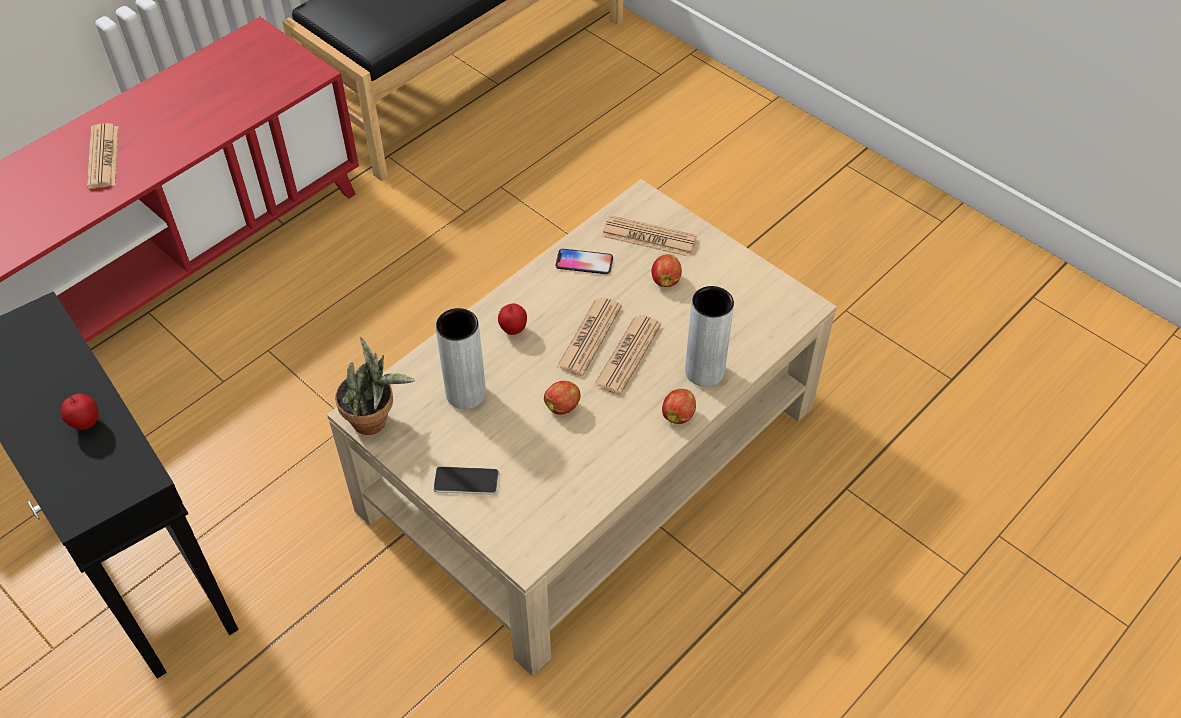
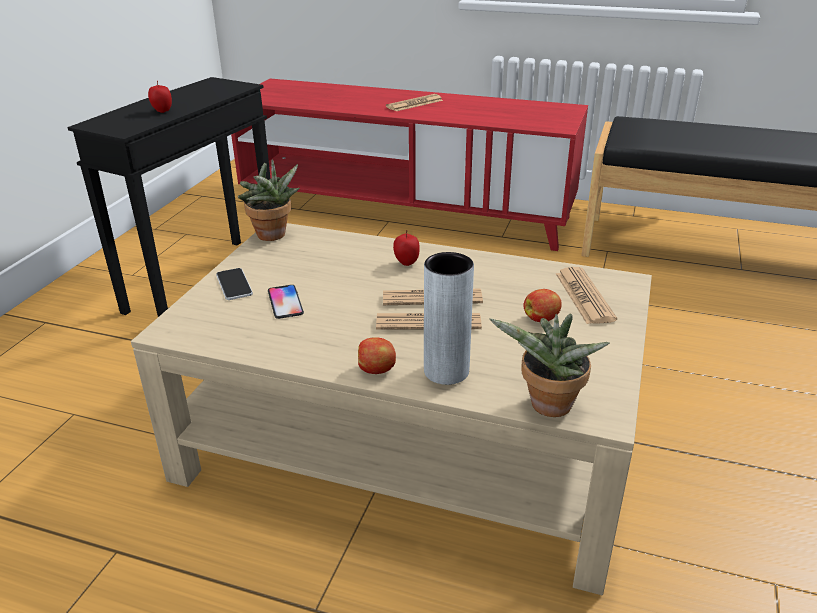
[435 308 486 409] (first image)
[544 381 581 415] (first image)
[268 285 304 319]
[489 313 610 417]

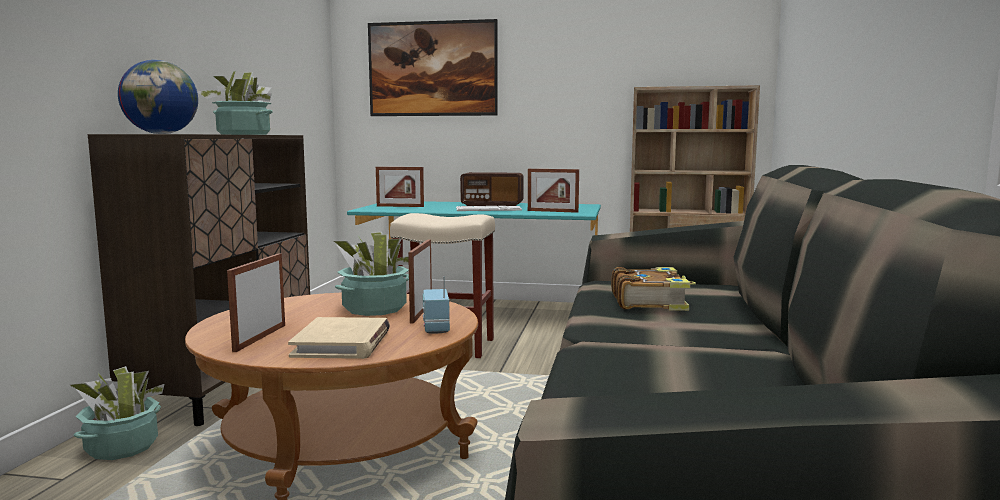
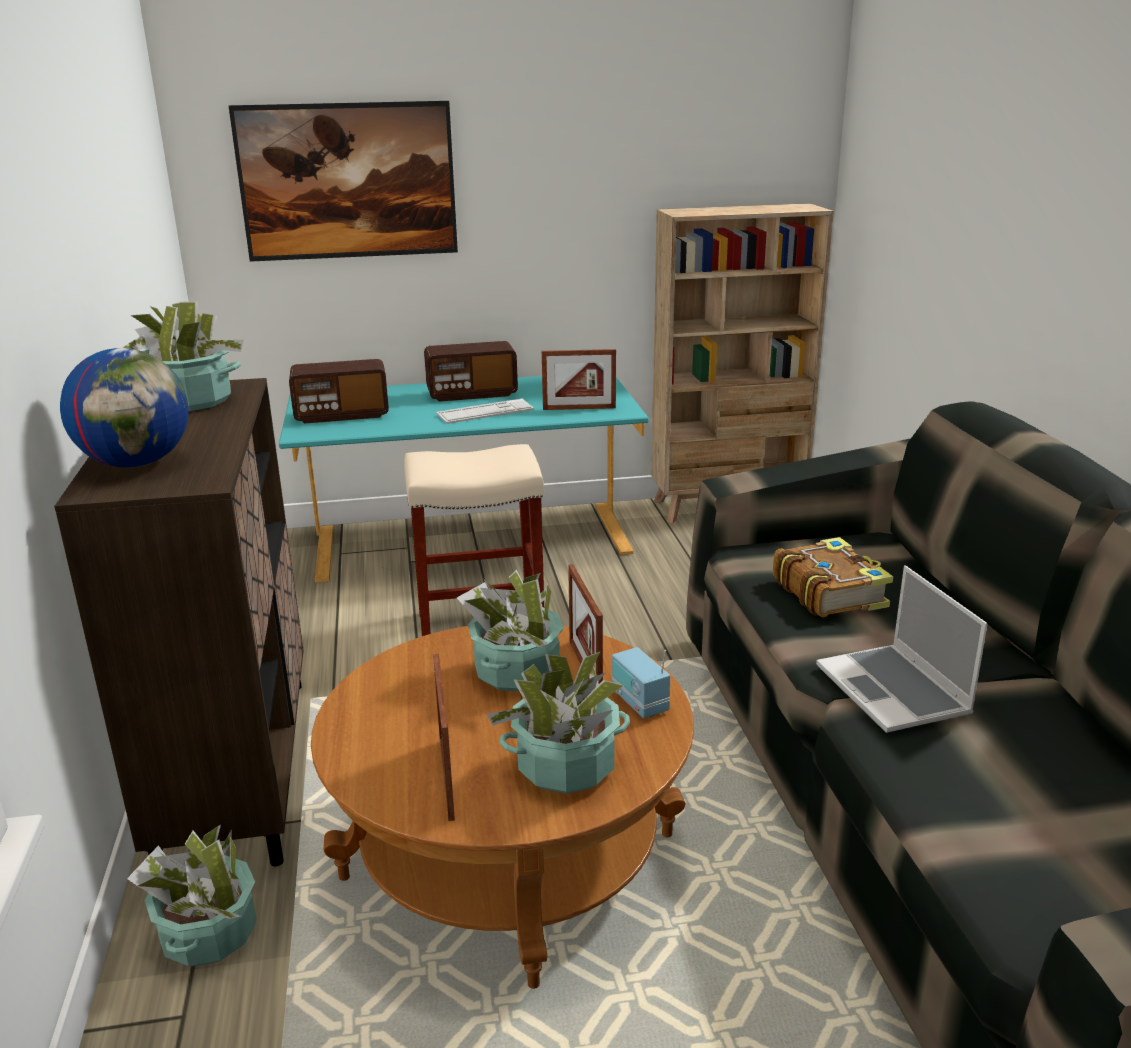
[487 652 630 794]
[289 359 389 424]
[816 566 988 733]

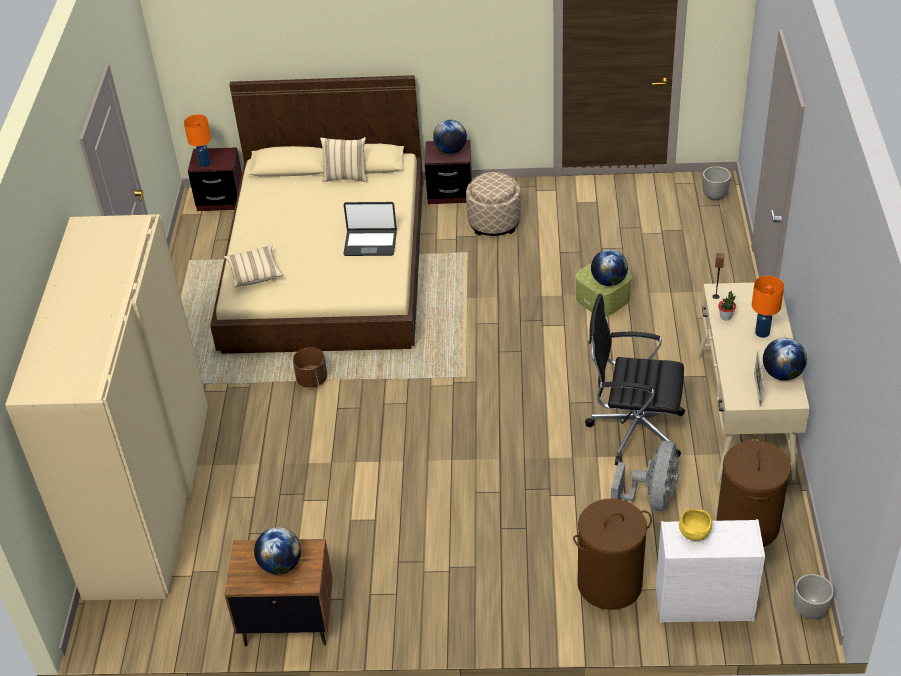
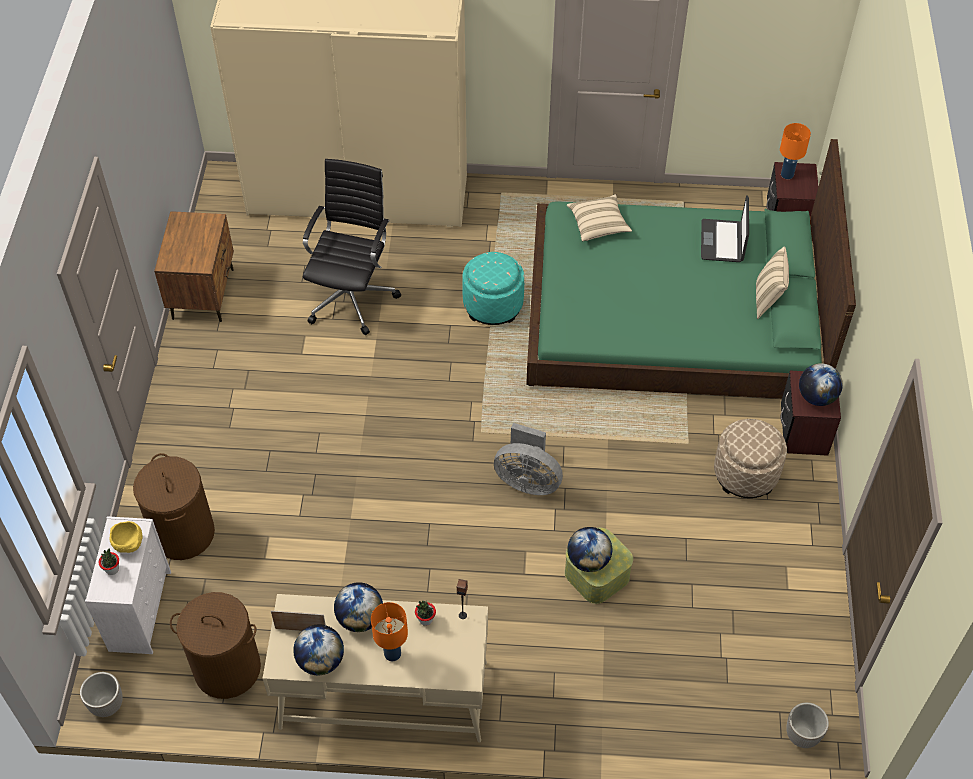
[526 139 856 399]
[334 582 383 632]
[462 252 524 325]
[701 195 749 262]
[303 159 401 335]
[494 423 563 495]
[99 548 119 575]

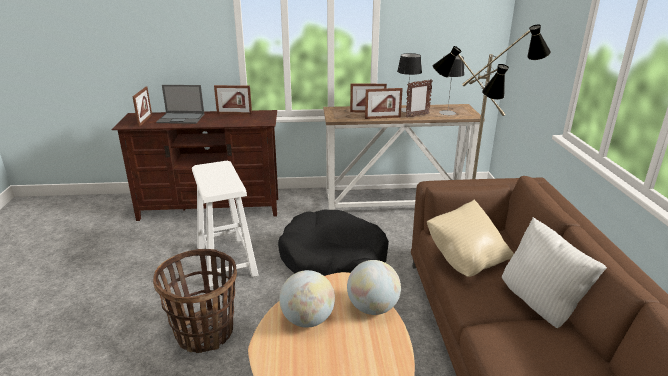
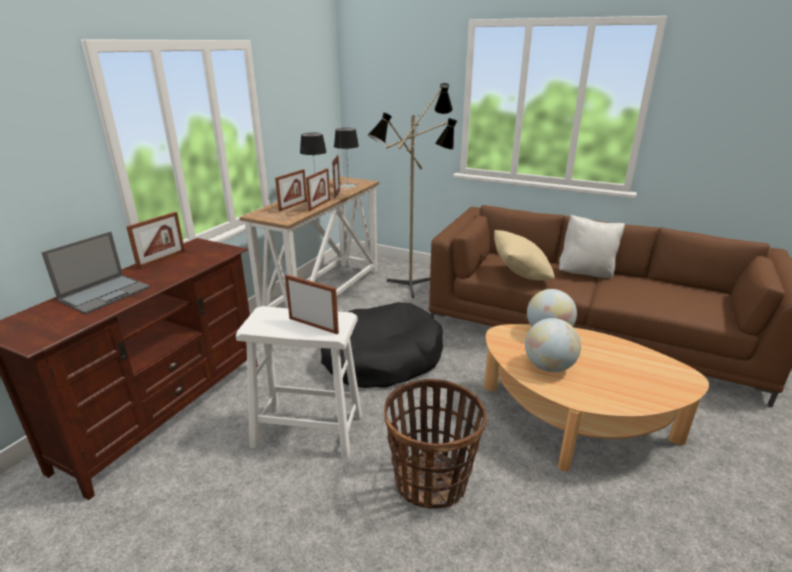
[285 274 339 334]

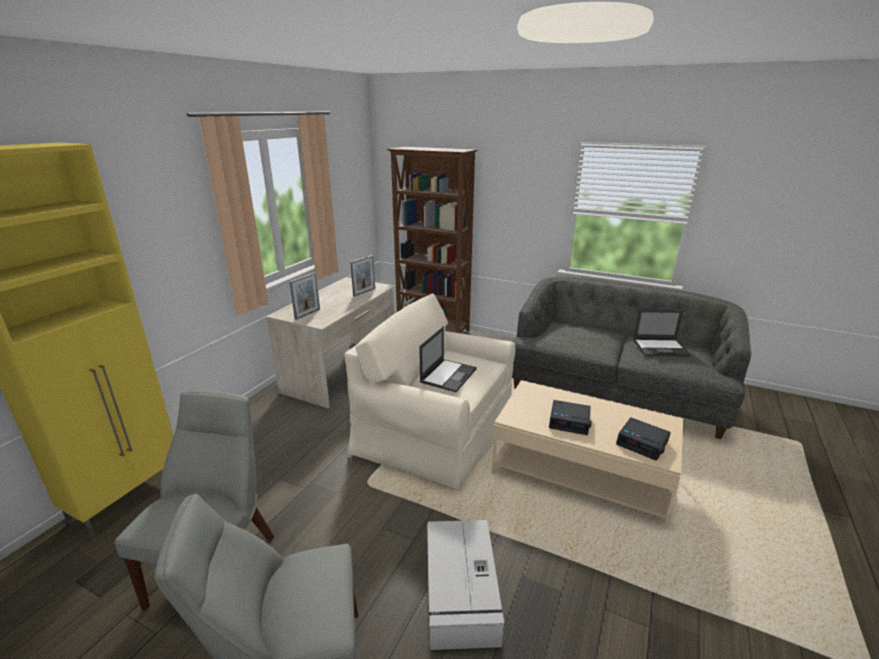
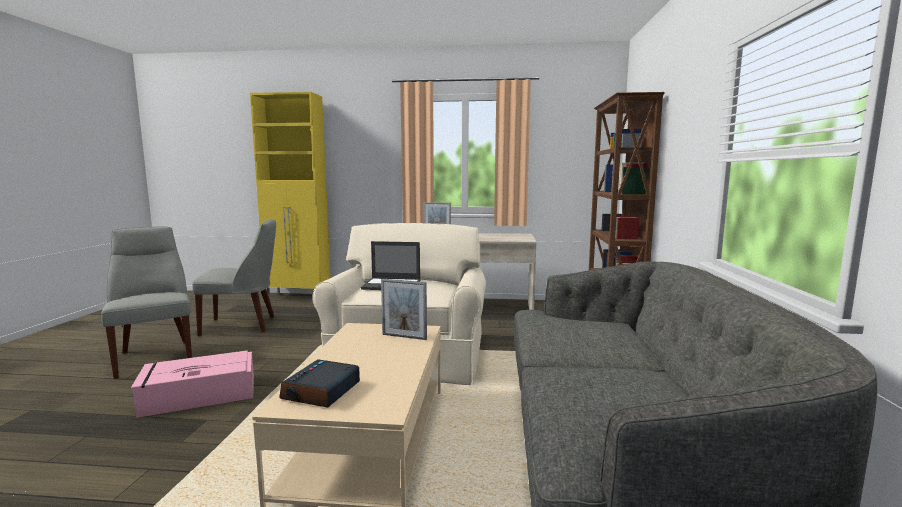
[381 279 427 340]
[131 350 254 418]
[549 400 592 435] (first image)
[633 309 691 357] (first image)

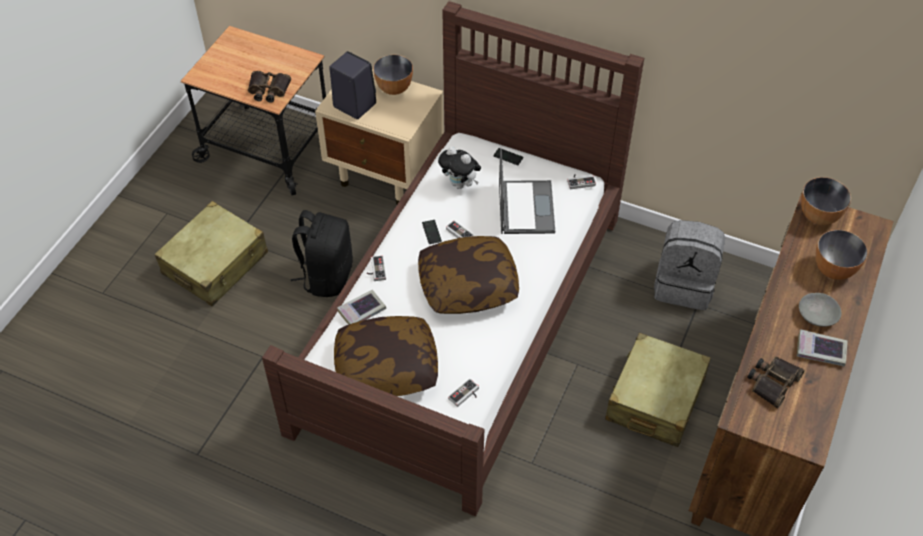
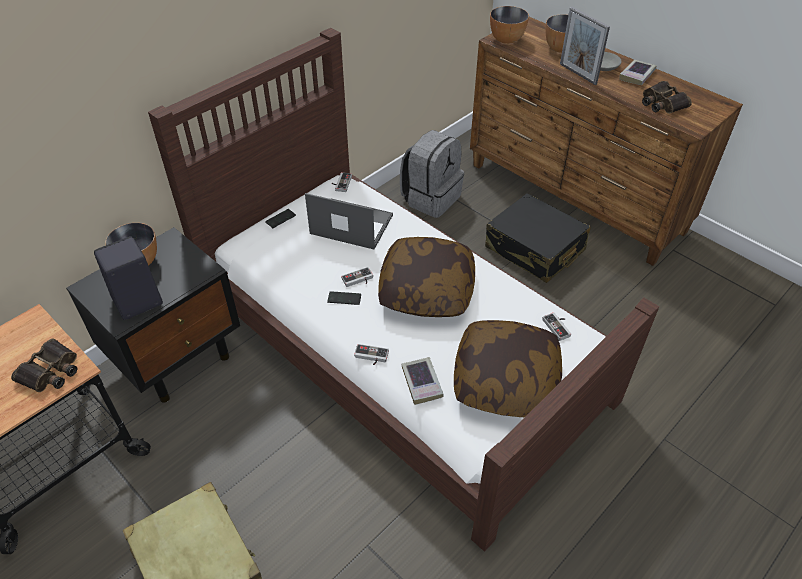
[291 210 353 297] (first image)
[66 227 240 403]
[438 146 481 189] (first image)
[485 193 591 283]
[560 7 610 85]

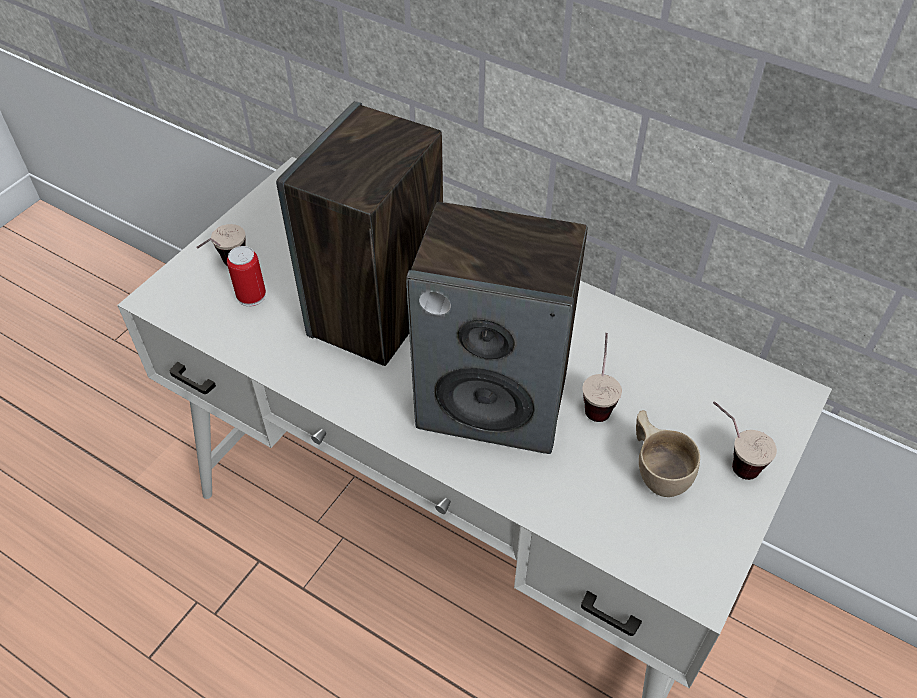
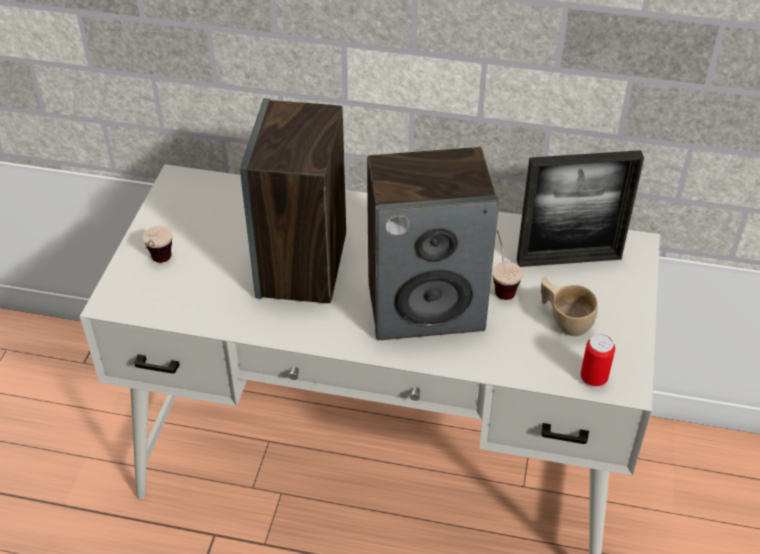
[580 334 615 389]
[713 401 777 480] (first image)
[517 150 644 267]

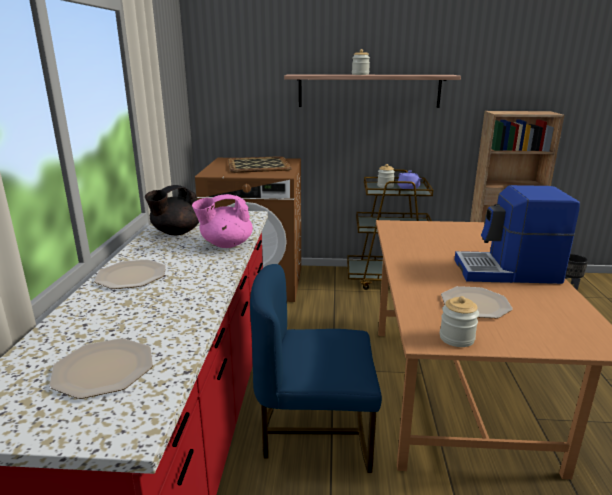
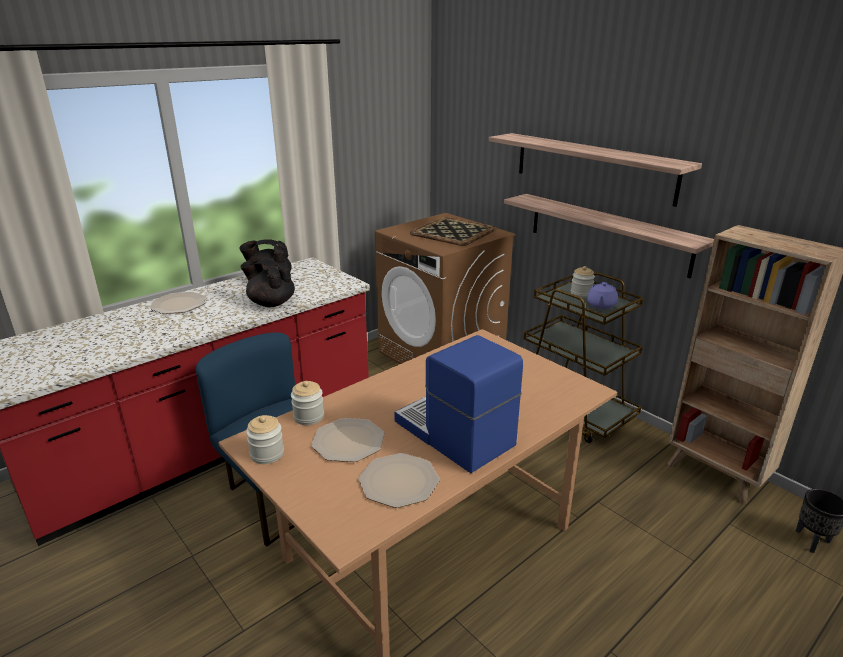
[359 453 440 508]
[241 258 295 307]
[291 381 324 425]
[504 194 714 278]

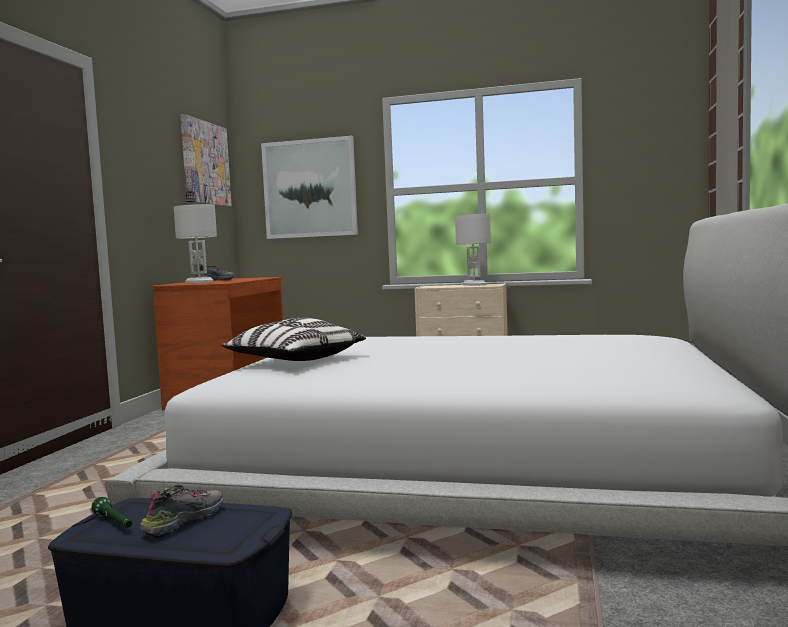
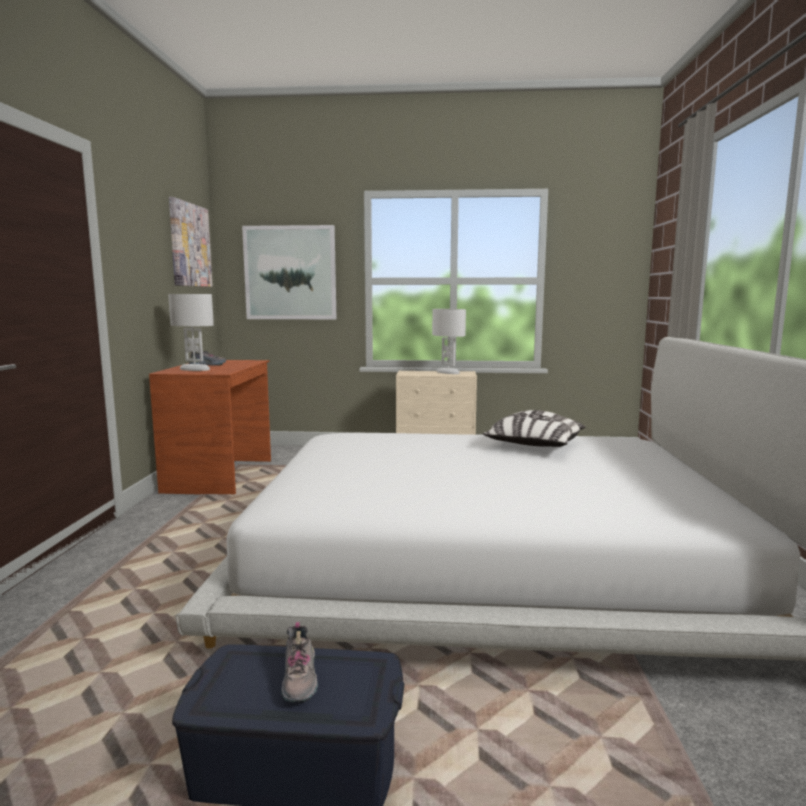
[91 497 132 528] (first image)
[281 622 318 703]
[482 410 586 447]

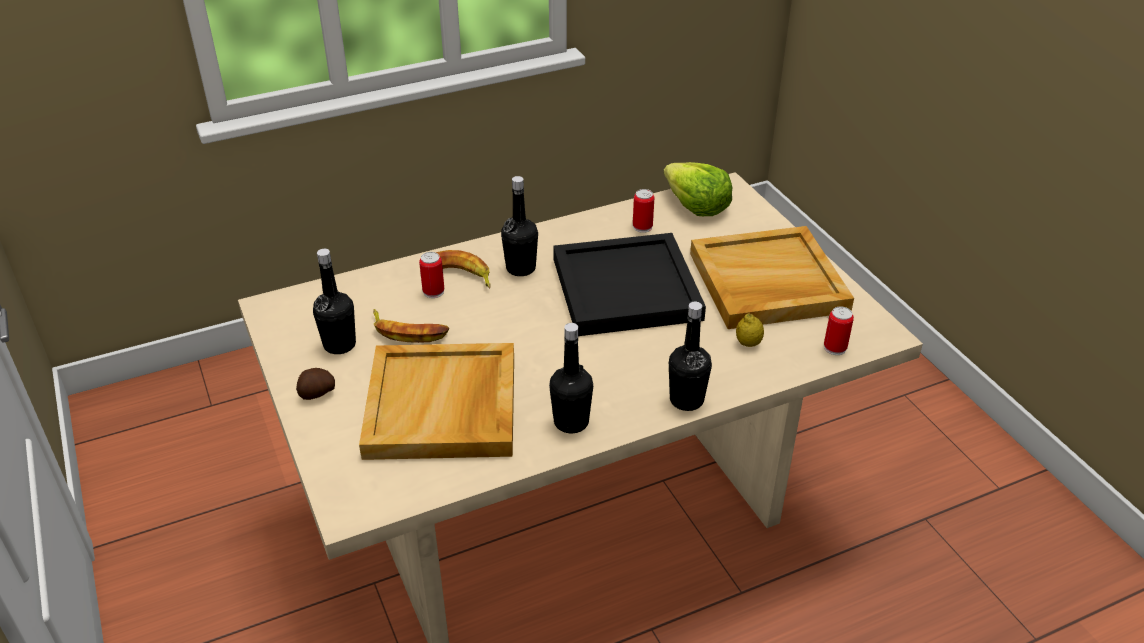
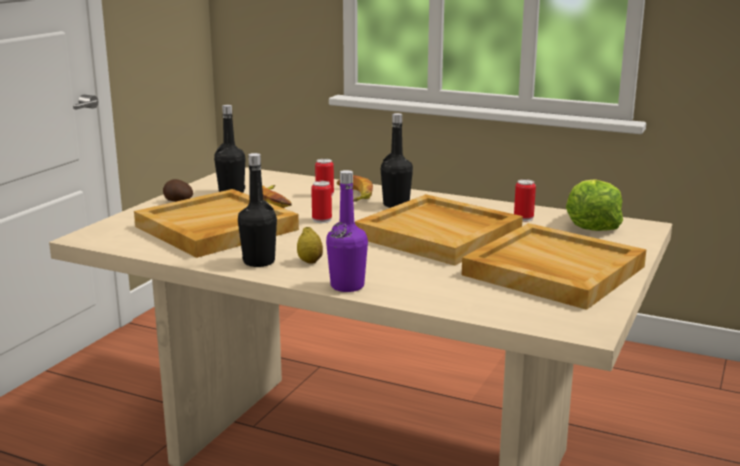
[355 194 523 266]
[326 170 368 292]
[297 227 323 264]
[311 181 332 223]

